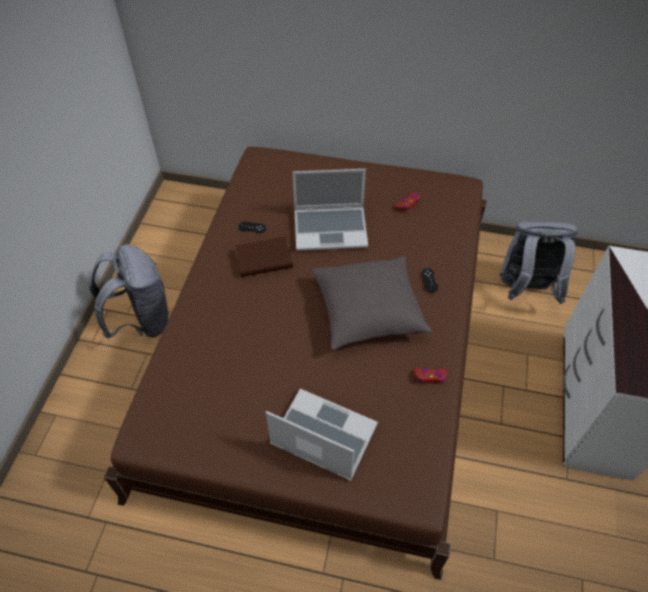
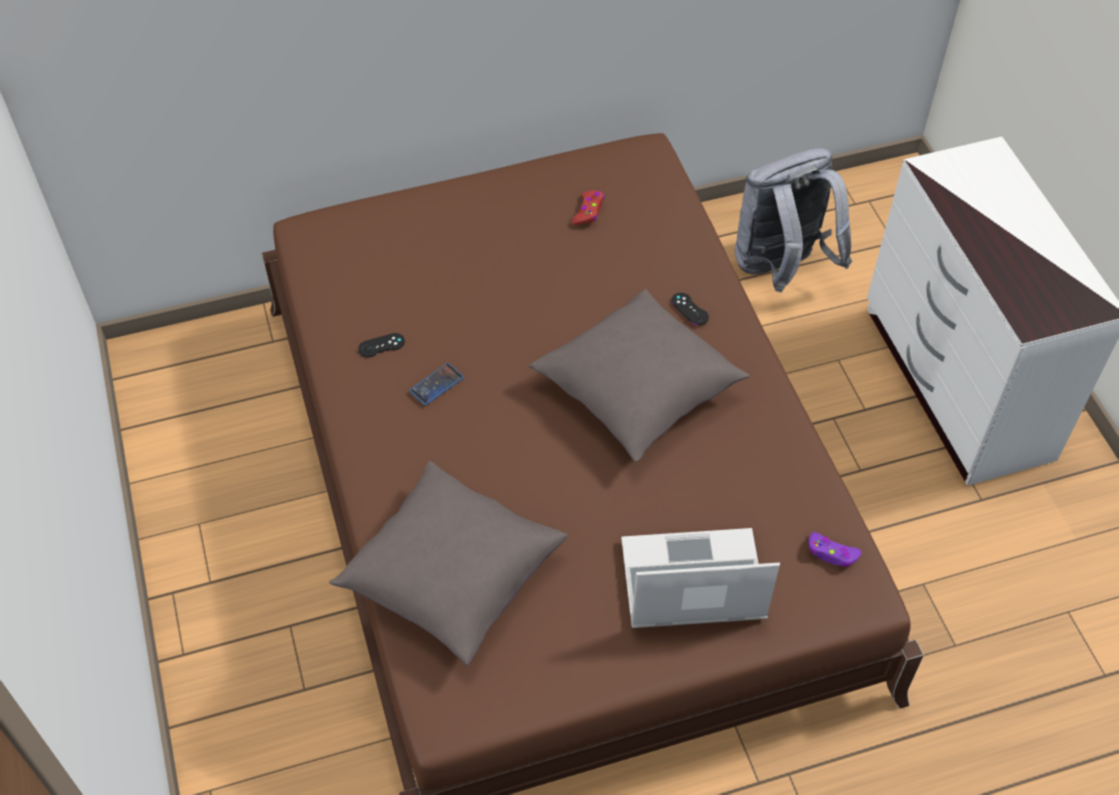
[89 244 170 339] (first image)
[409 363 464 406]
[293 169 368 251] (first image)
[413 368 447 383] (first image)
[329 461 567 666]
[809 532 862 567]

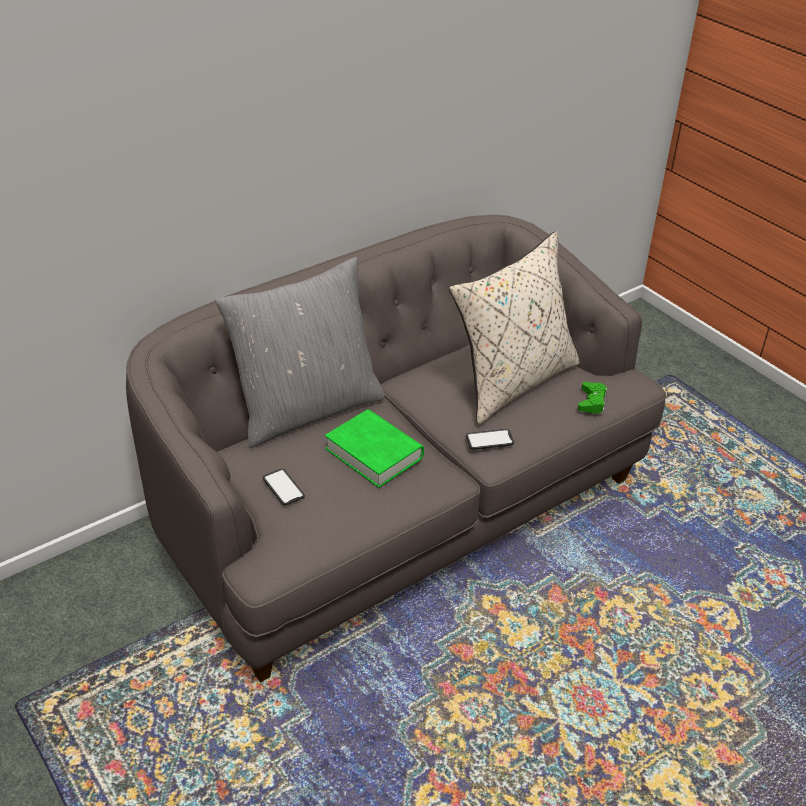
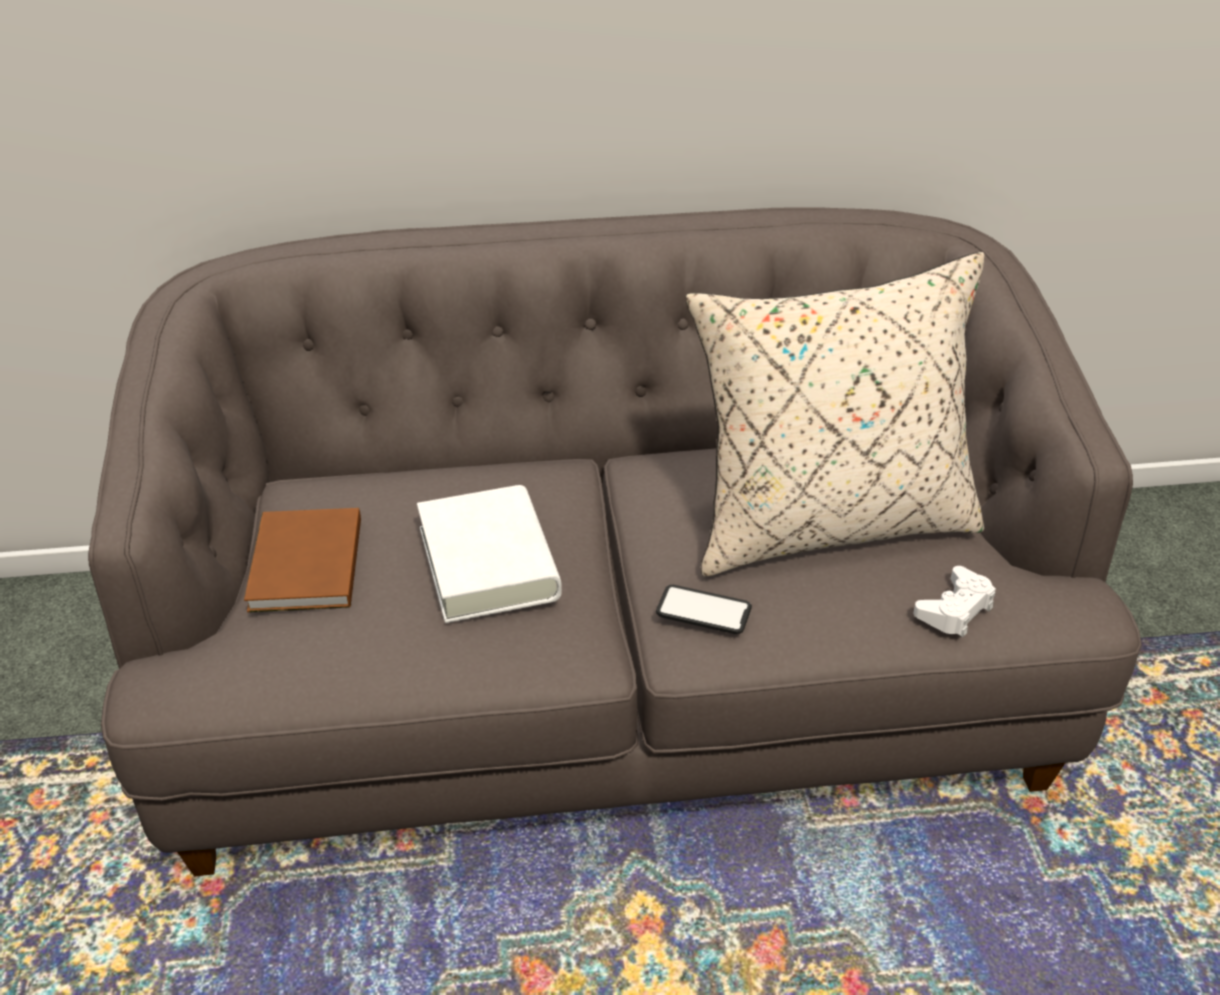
[215 257 385 448] (first image)
[244 508 361 612]
[417 485 562 623]
[913 566 996 637]

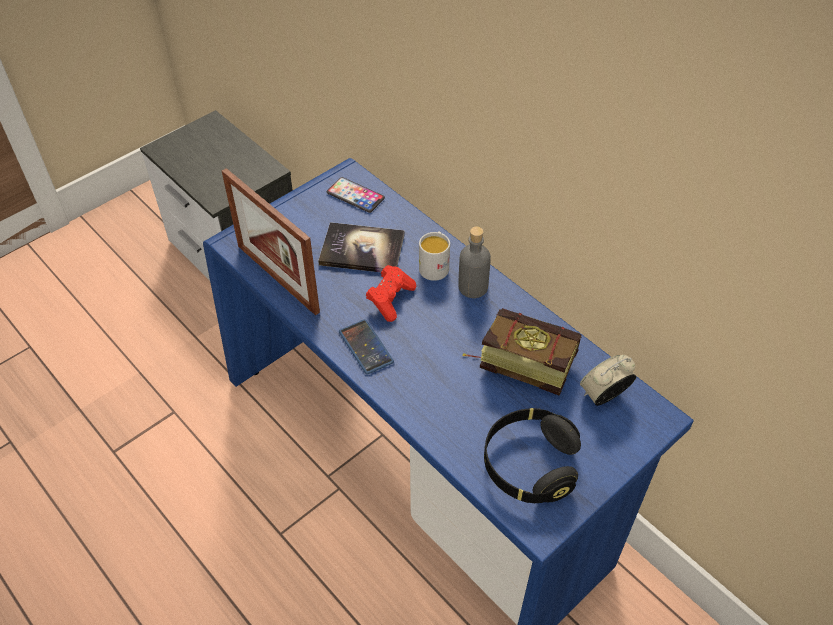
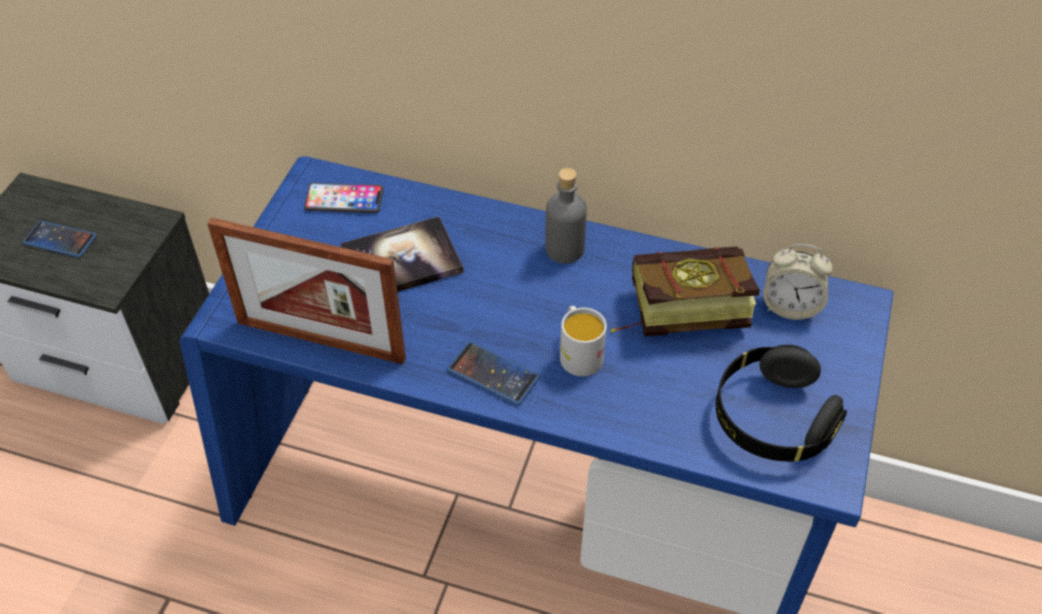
[366 265 416 322] (first image)
[560 306 607 377]
[763 244 833 320]
[23 221 97 258]

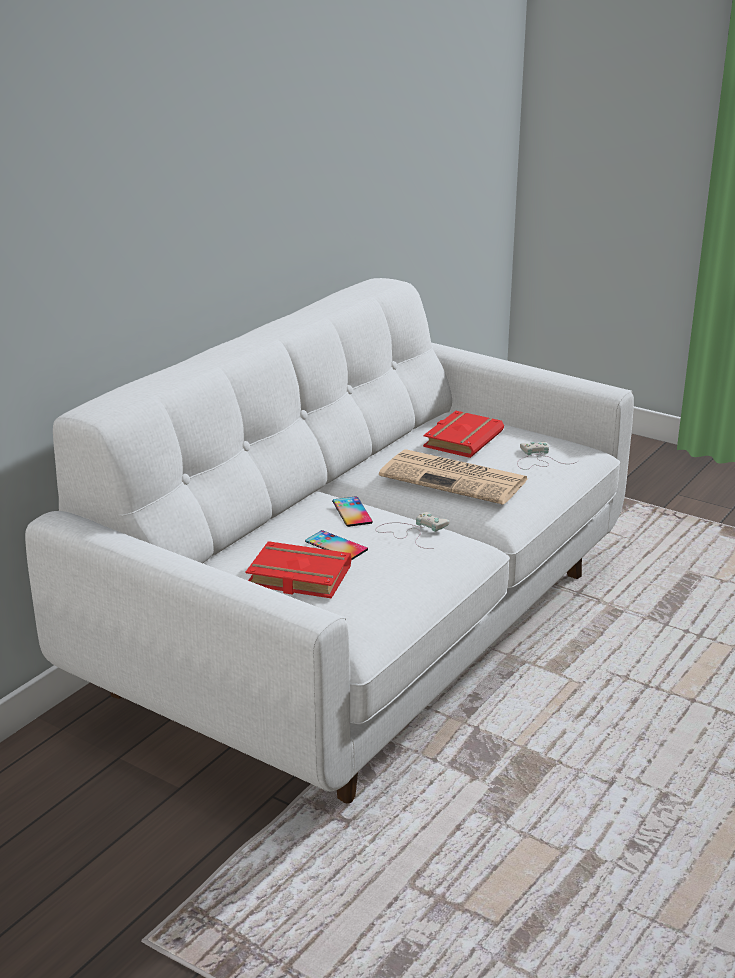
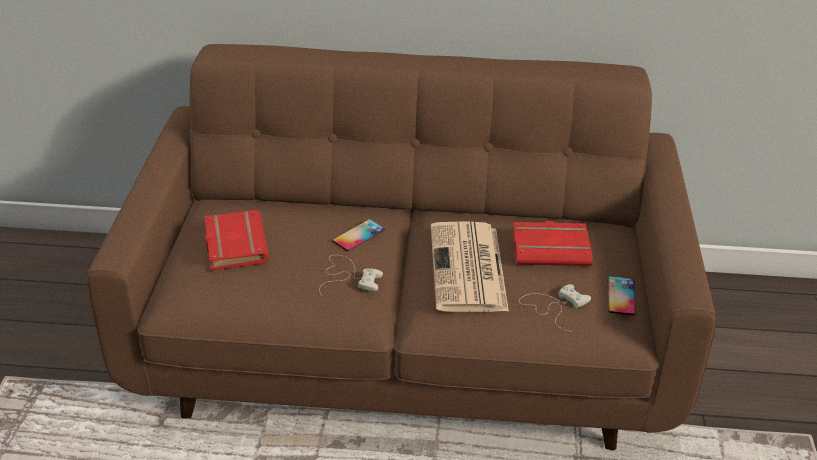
[86 44 717 451]
[608 276 636 315]

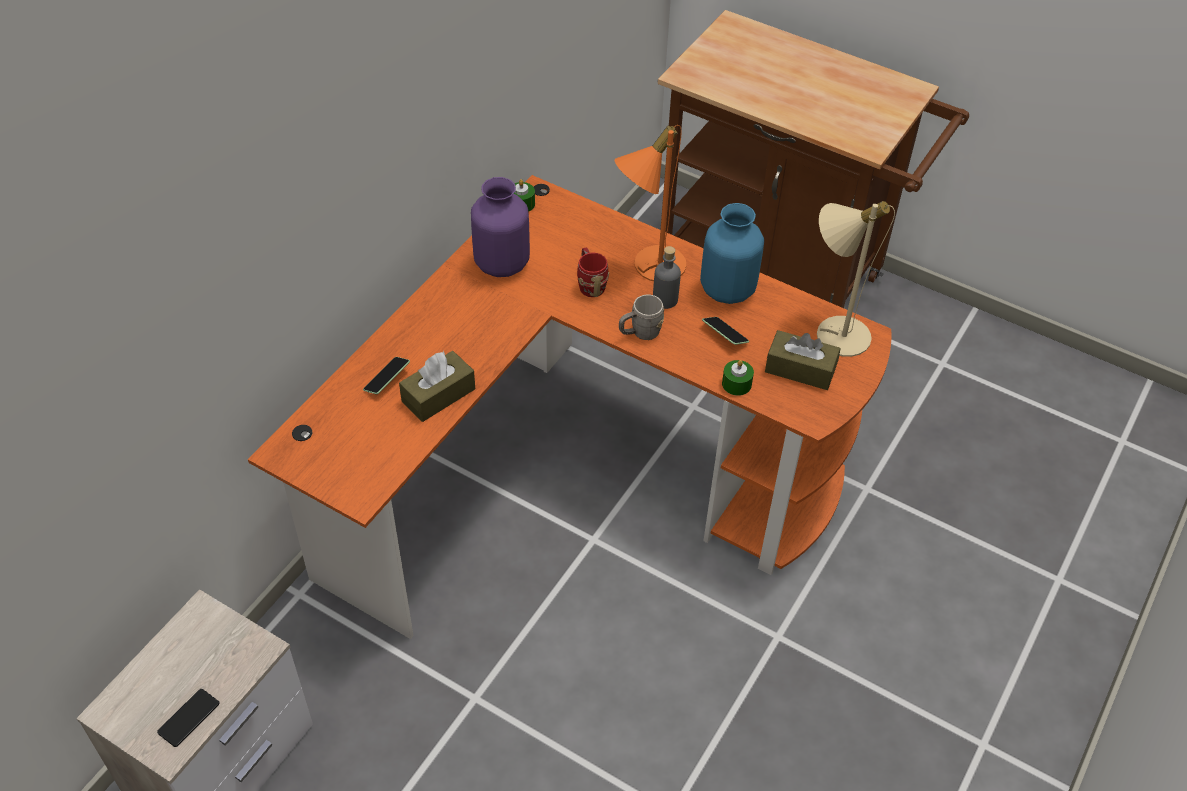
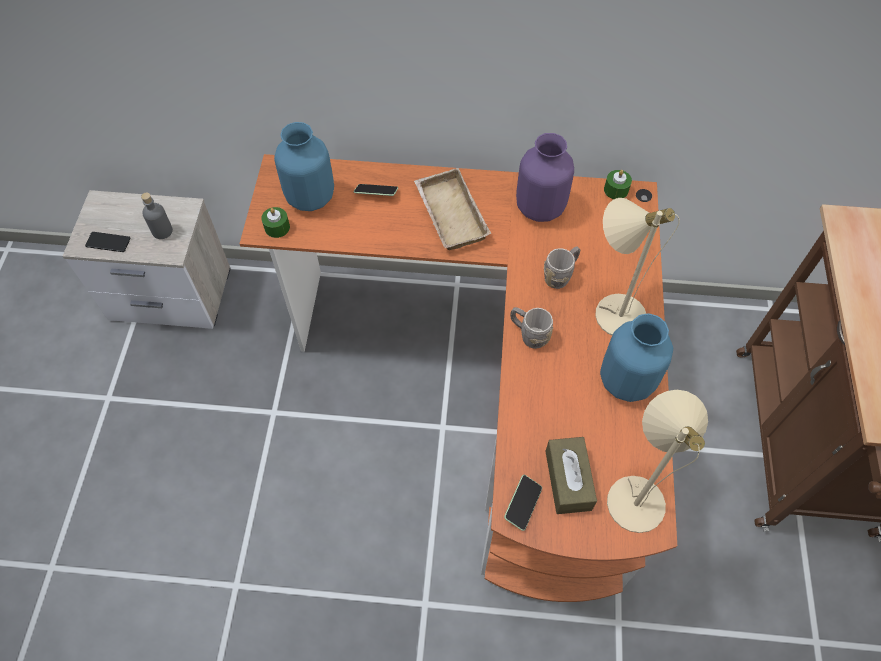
[399 351 475 422] (first image)
[544 246 580 289]
[595 198 680 335]
[141 192 173 239]
[504 475 542 531]
[261 207 290 238]
[274 122 334 211]
[414 168 491 250]

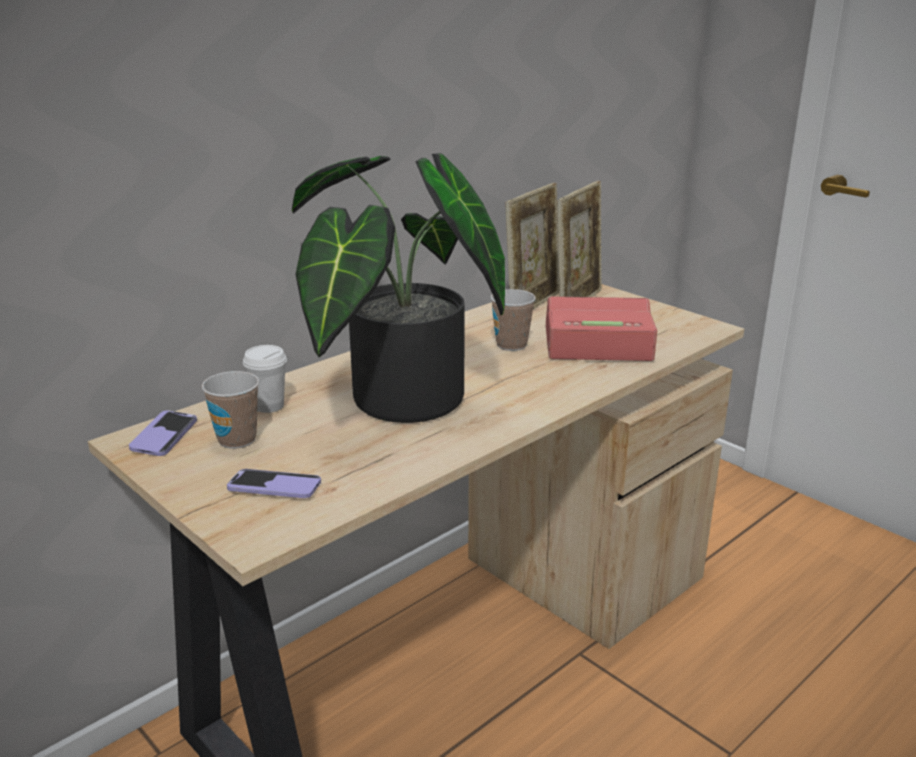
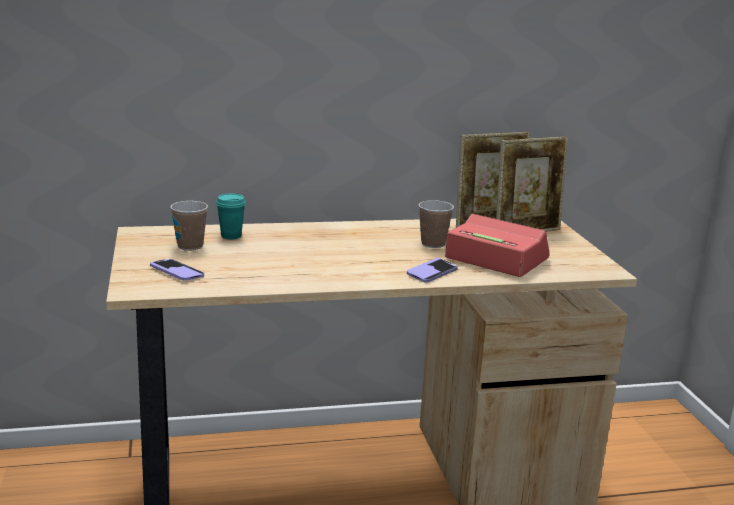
[407 258 458 283]
[216 194 246 239]
[292 153 505 423] (first image)

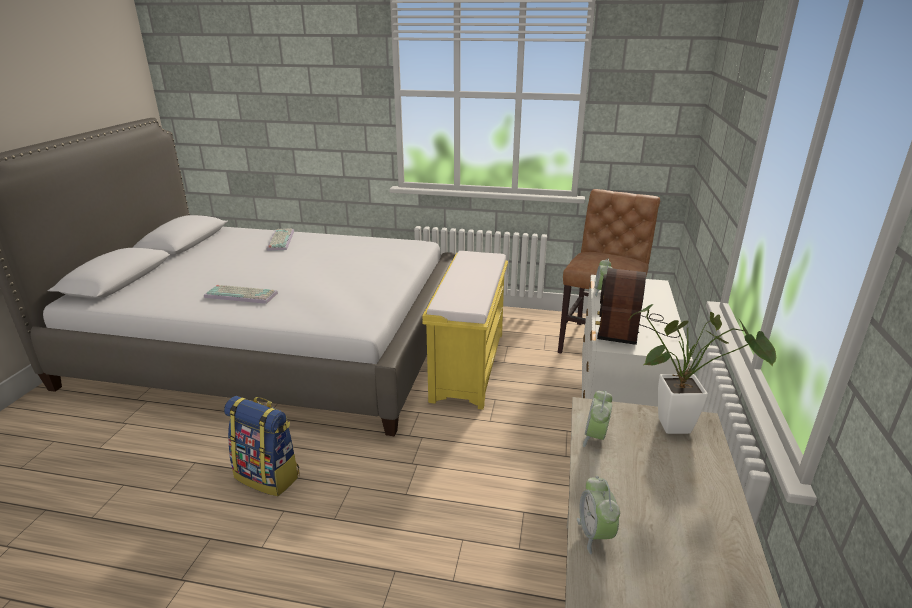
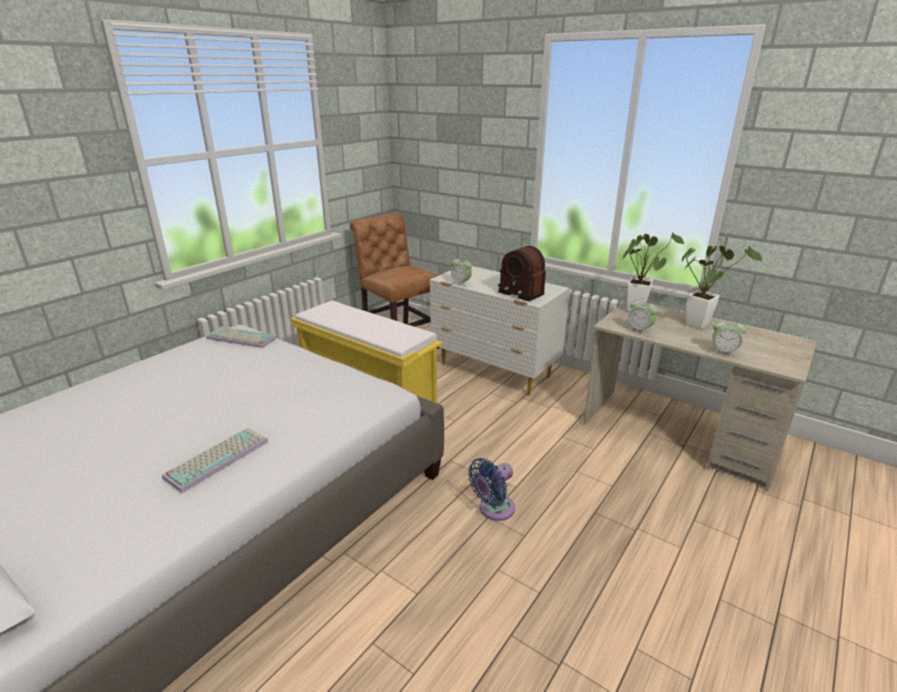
[224 396 300 496] (first image)
[207 327 277 348]
[468 458 515 521]
[682 246 762 329]

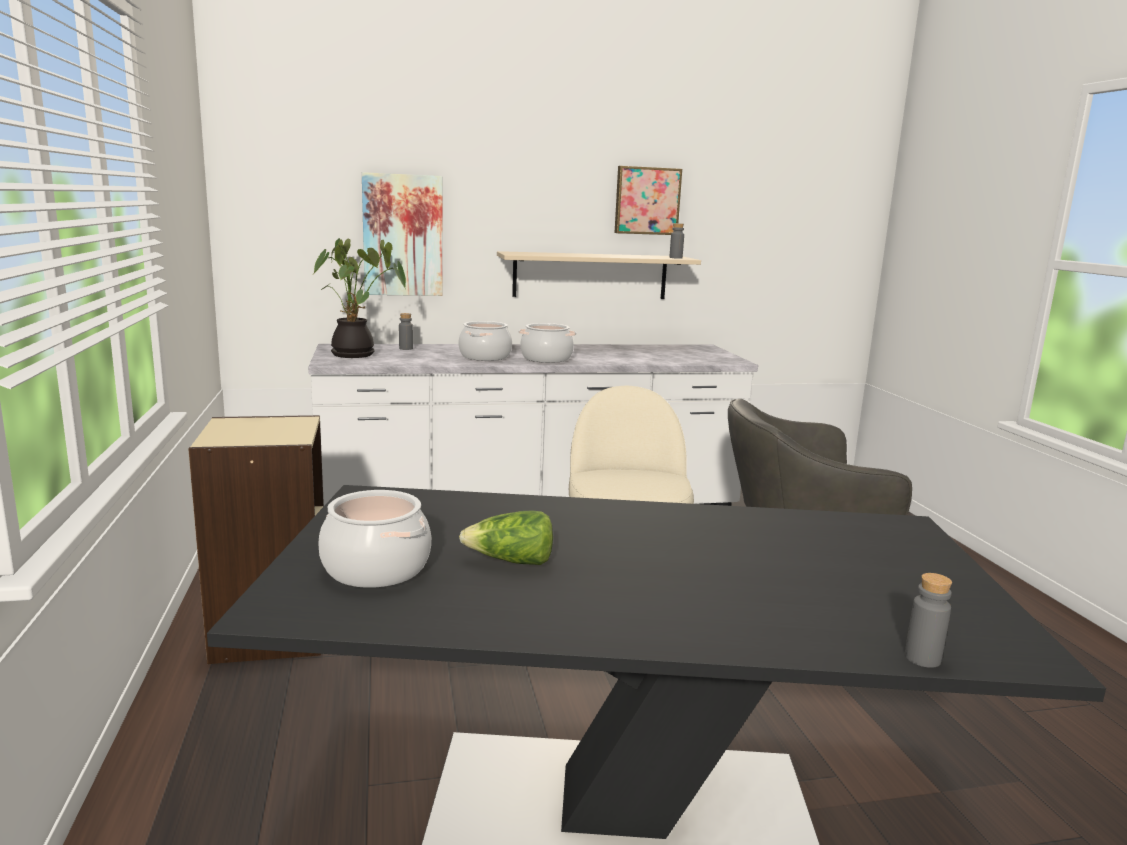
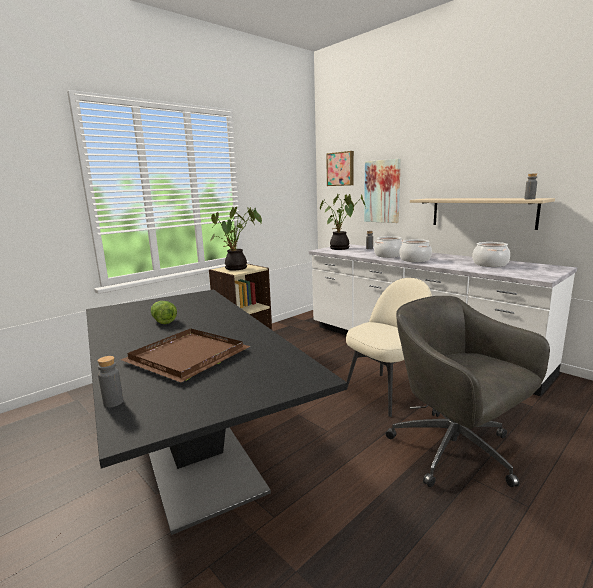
[472 242 510 267]
[326 151 354 186]
[121 328 250 382]
[211 207 262 271]

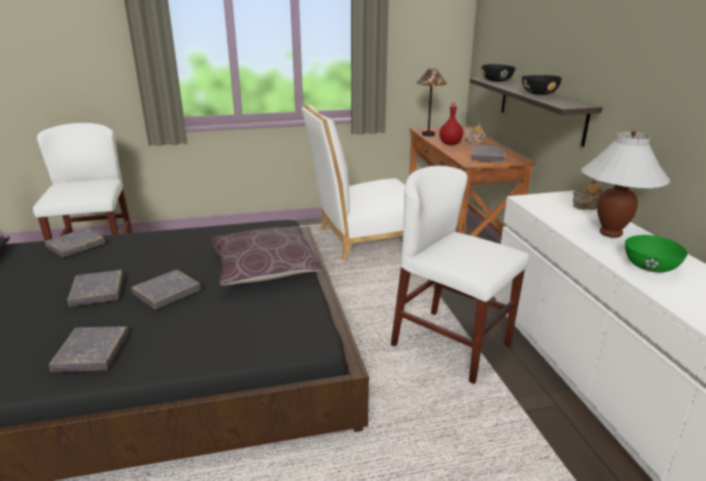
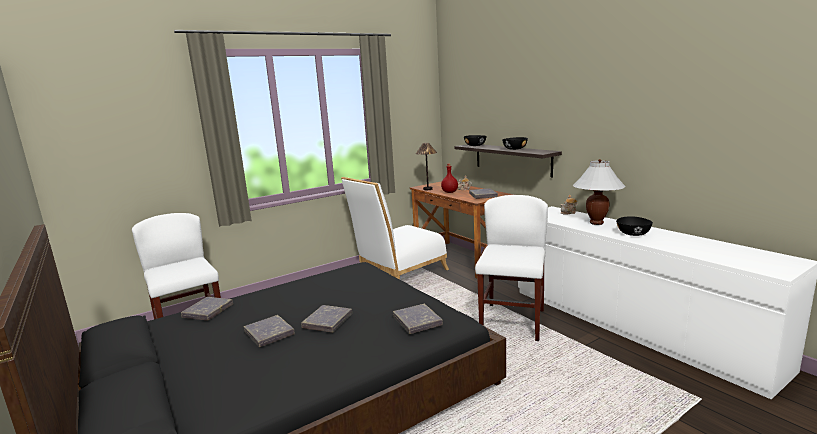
[393 304 443 334]
[212 226 324 285] (first image)
[475 195 548 341]
[616 216 653 236]

